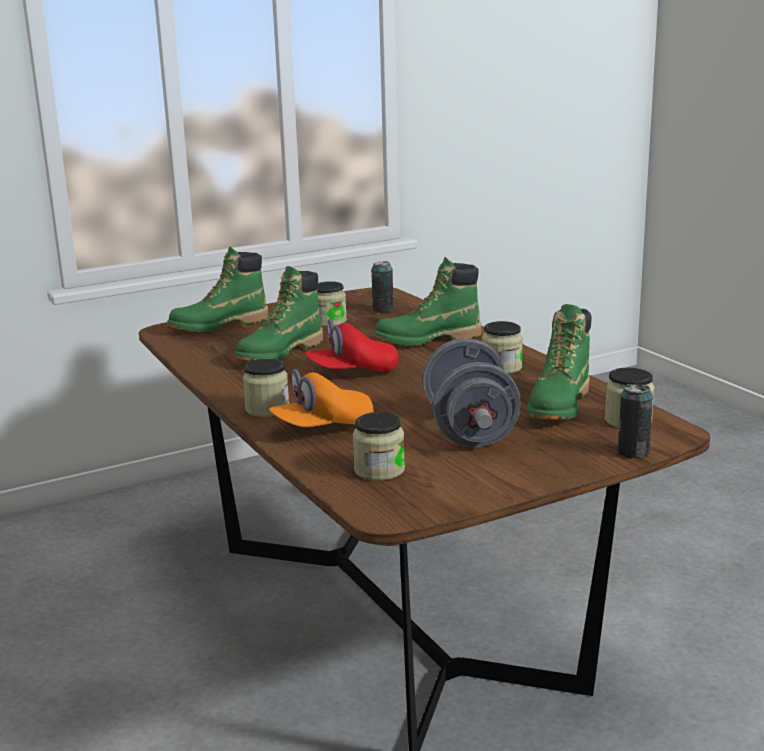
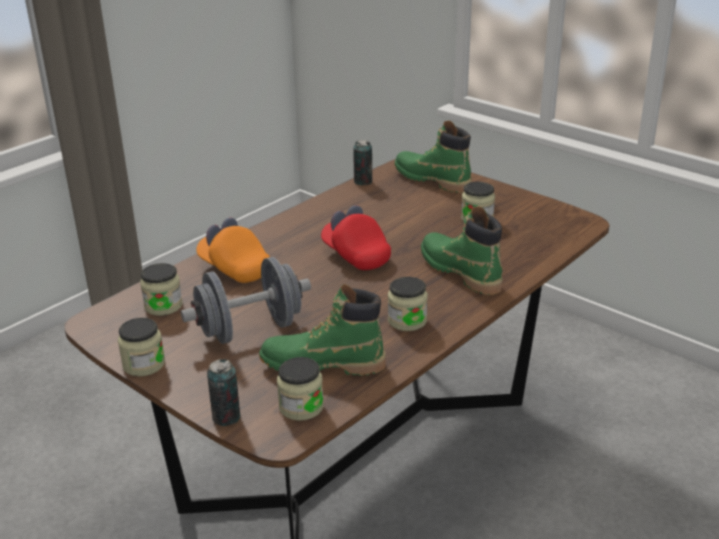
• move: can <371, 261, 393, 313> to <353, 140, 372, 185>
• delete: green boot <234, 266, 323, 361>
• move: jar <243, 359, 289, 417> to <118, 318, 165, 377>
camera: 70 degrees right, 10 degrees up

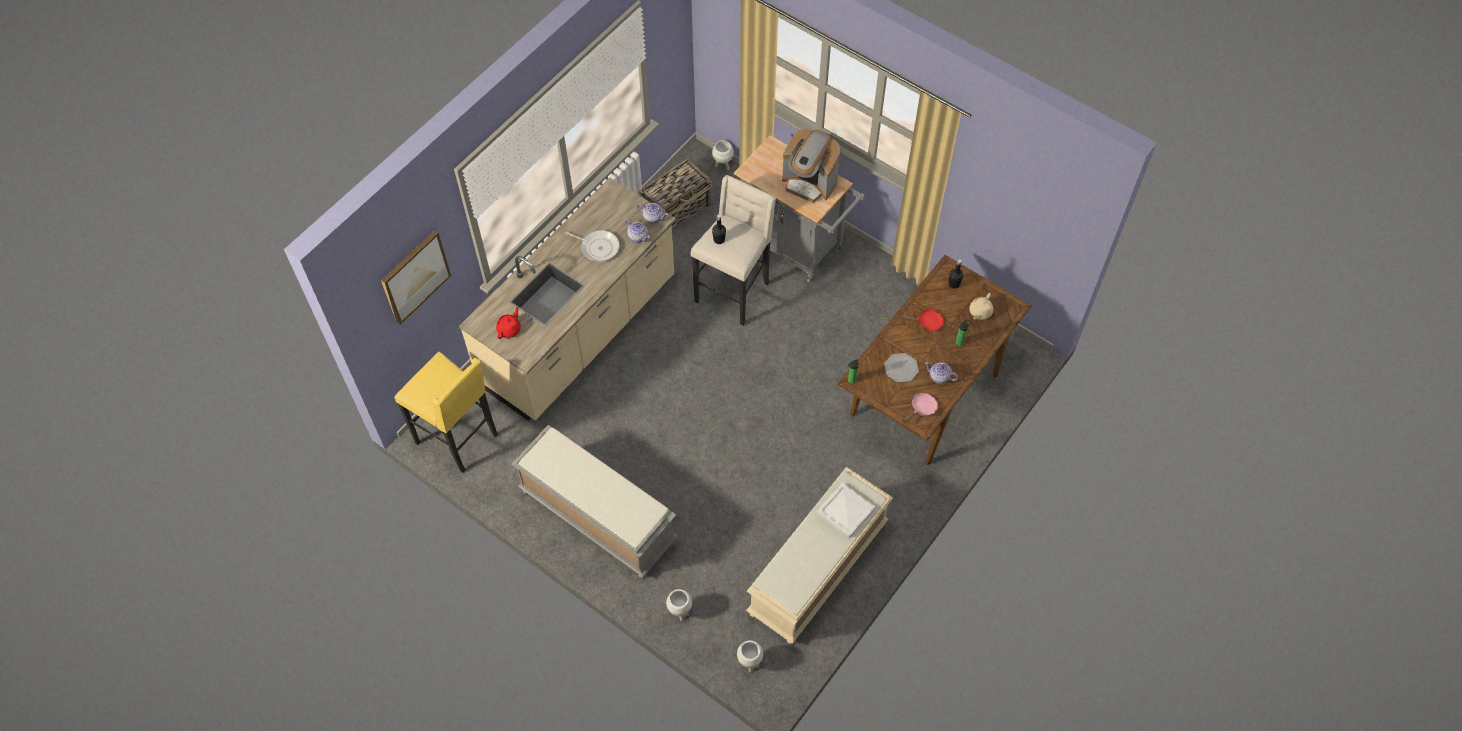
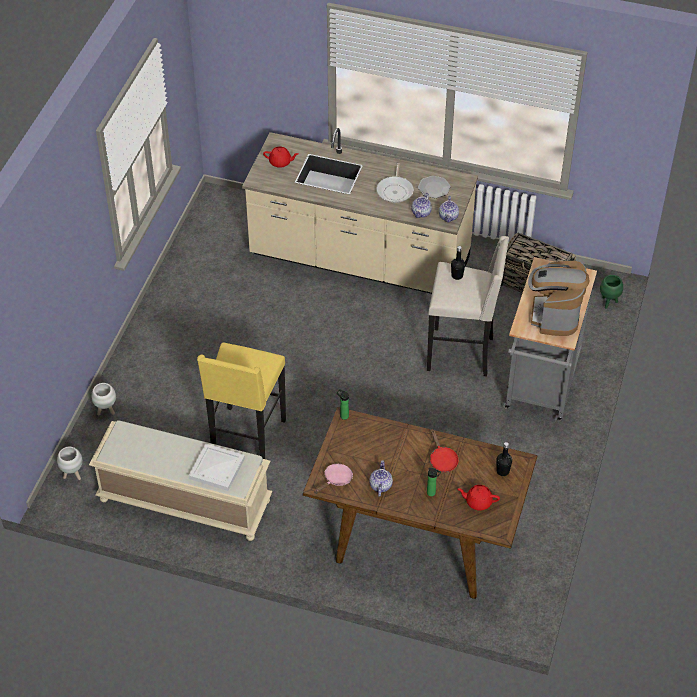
• recolor: white planter <712, 140, 734, 170> to green planter <600, 275, 623, 309>
• delete: picture <381, 230, 451, 325>
• recolor: beige teapot <969, 293, 993, 320> to red teapot <457, 485, 500, 511>
• move: yellow stool <395, 352, 498, 473> to <197, 343, 286, 459>
• move: plate <884, 353, 919, 382> to <418, 176, 451, 198>
• rotate: pink frying pan <902, 393, 938, 423> = <314, 464, 353, 494> 75 degrees counterclockwise
• delete: grey bench <511, 425, 678, 578>
camera: 70 degrees right, 10 degrees down

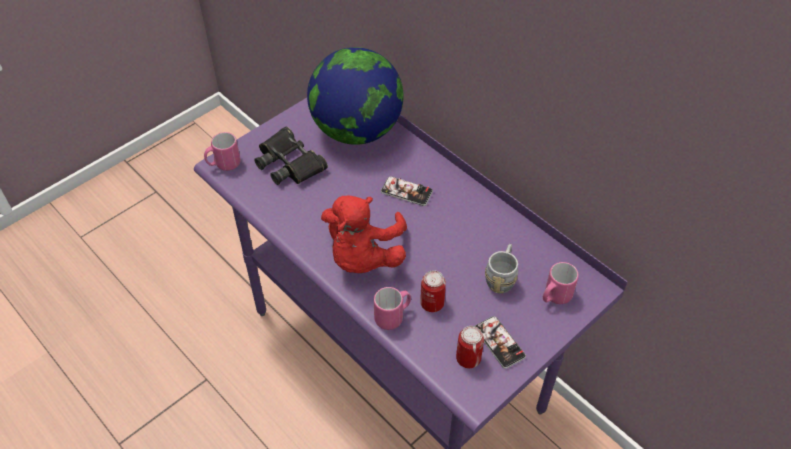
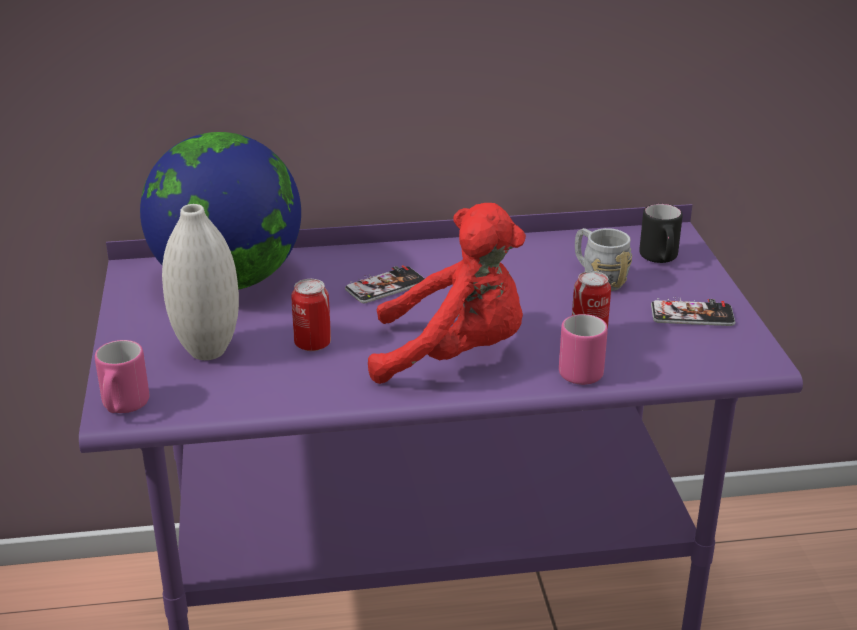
• replace: black binoculars <254, 127, 328, 185> to white vase <162, 204, 239, 360>
• rotate: red plush toy <321, 196, 407, 273> = <368, 203, 526, 384> 45 degrees counterclockwise
• recolor: pink mug <543, 262, 579, 304> to black mug <639, 204, 683, 263>
• move: can <456, 326, 484, 368> to <291, 279, 331, 351>
camera: 55 degrees left, 20 degrees down

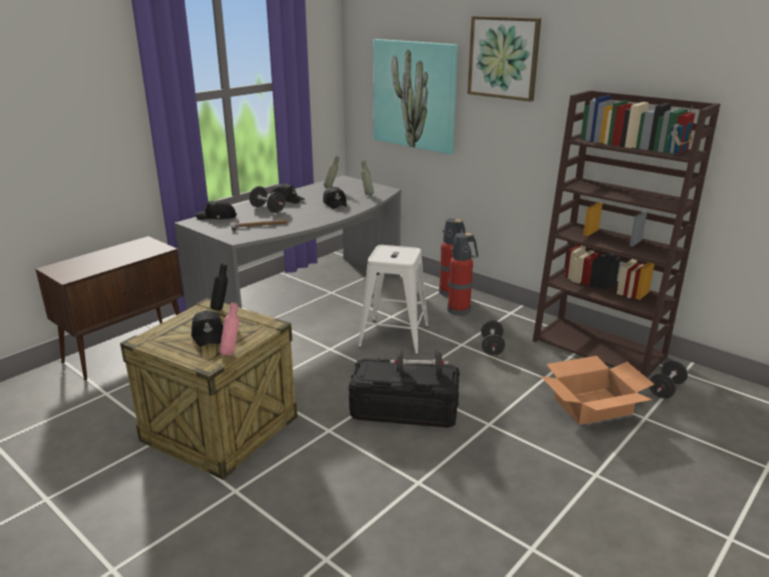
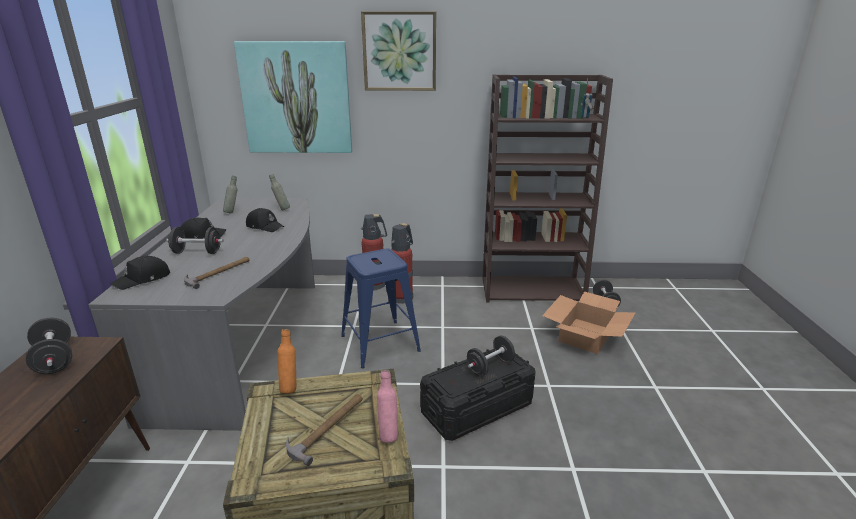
• recolor: white stool <358, 245, 428, 354> to blue stool <341, 249, 421, 368>
• recolor: black bottle <210, 263, 228, 310> to orange bottle <277, 329, 296, 393>
• replace: black cap <191, 310, 223, 347> to hammer <286, 394, 363, 466>
• move: black dumbbell <481, 320, 505, 356> to <26, 318, 72, 374>
camera: 40 degrees left, 0 degrees up

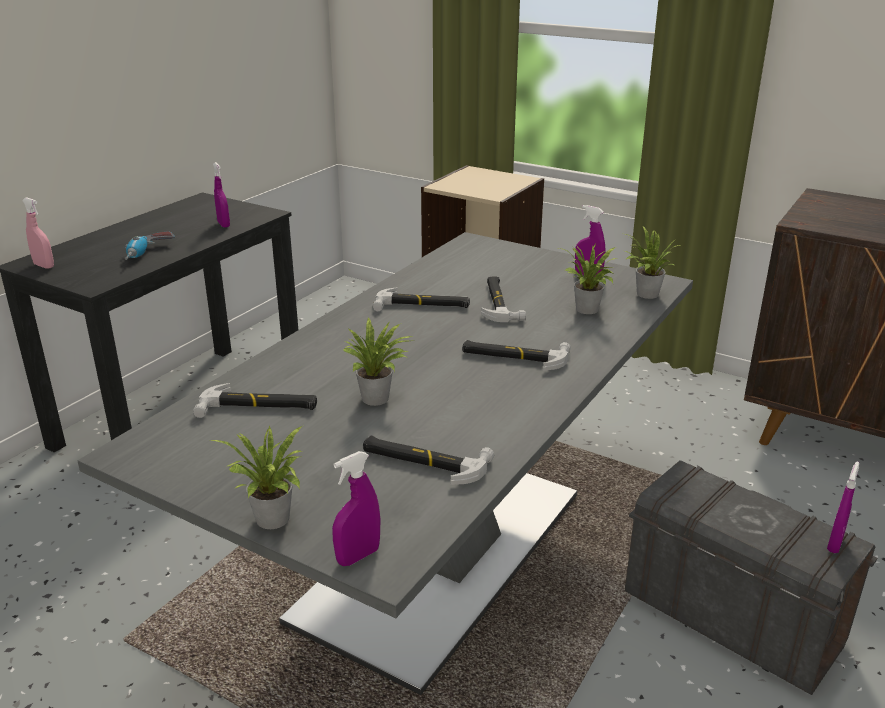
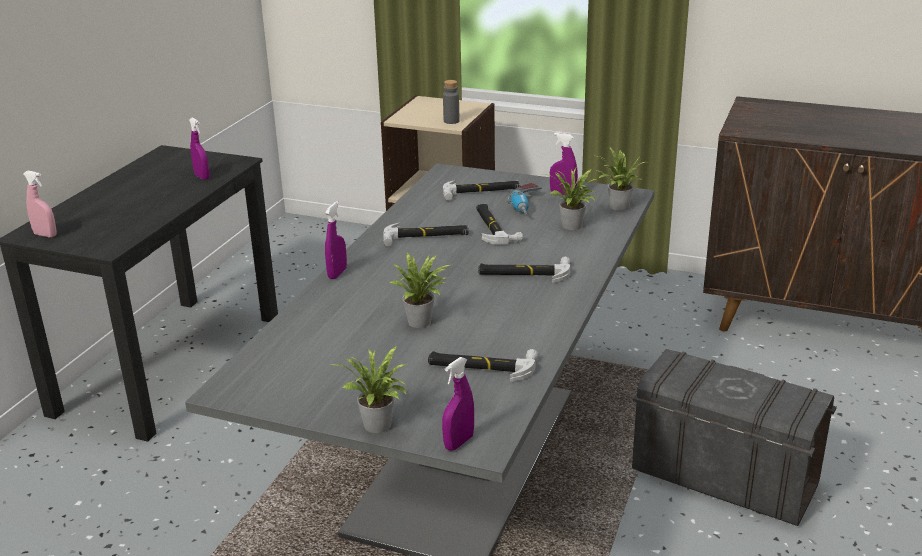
• move: power drill <125, 231, 175, 260> to <507, 183, 542, 215>
• move: hammer <193, 383, 317, 418> to <443, 180, 521, 201>
• move: purple spray bottle <827, 462, 859, 553> to <325, 201, 347, 279>
• insert: grey bottle <443, 80, 459, 124>
camera: 10 degrees left, 0 degrees up

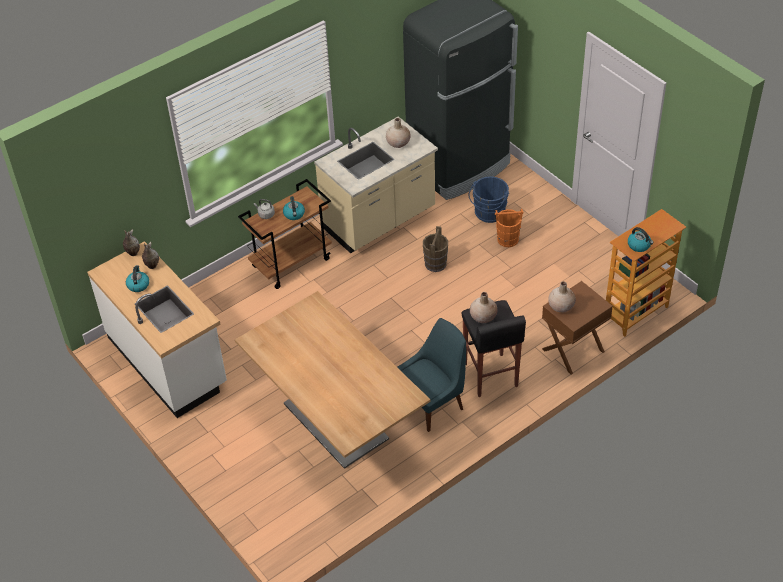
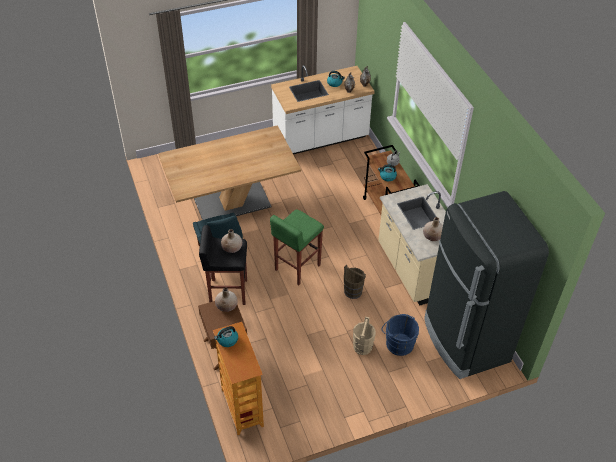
• recolor: orange bucket <495, 209, 524, 247> to beige bucket <353, 317, 376, 355>
• insert: green stool <270, 209, 324, 285>
camera: 105 degrees right, 0 degrees up

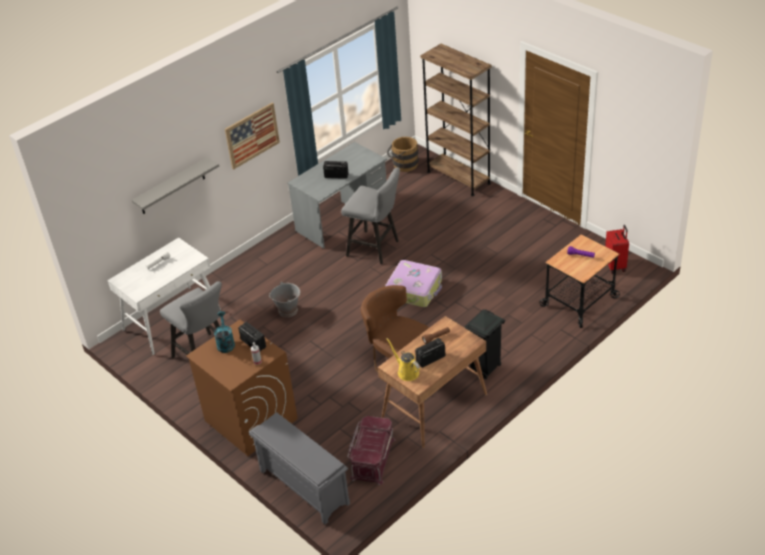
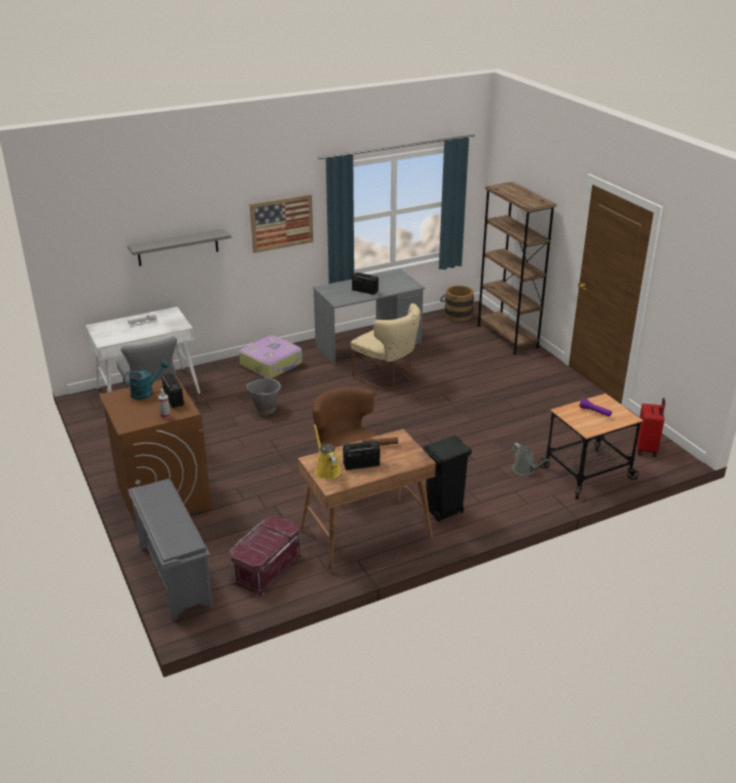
• replace: grey stool <341, 167, 400, 264> to beige chair <351, 303, 421, 389>
• move: suitcase <385, 260, 442, 307> to <239, 335, 302, 378>
• rotate: turquoise watering can <214, 311, 235, 353> = <123, 360, 169, 400> 45 degrees clockwise
• insert: grey watering can <511, 443, 550, 475>
camera: 15 degrees right, 10 degrees down

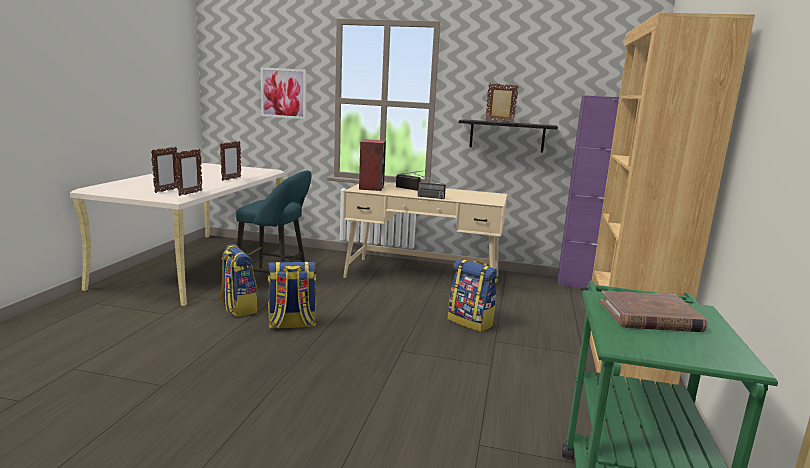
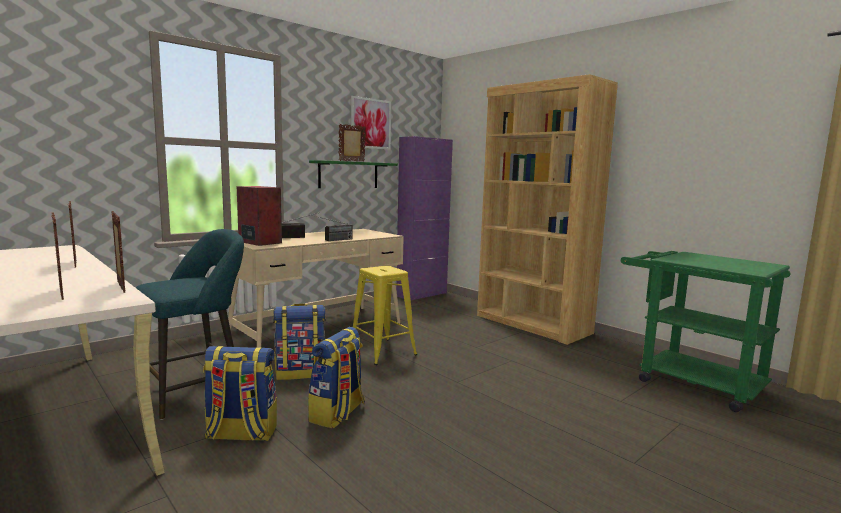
• move: picture <261, 68, 306, 119> to <351, 96, 391, 150>
• recolor: black shelf <459, 119, 558, 152> to green shelf <309, 160, 398, 188>
• move: backpack <448, 259, 498, 332> to <273, 303, 326, 380>
• delete: brown book <600, 291, 707, 332>
• insert: yellow stool <353, 266, 417, 365>
camera: 55 degrees left, 5 degrees down

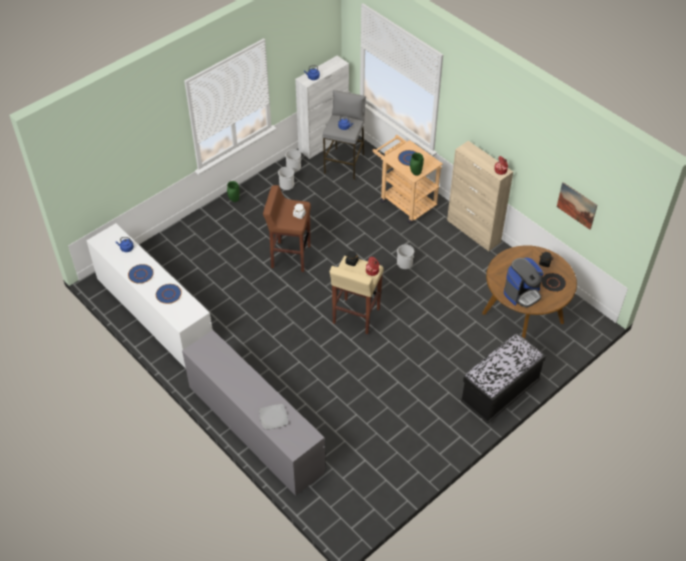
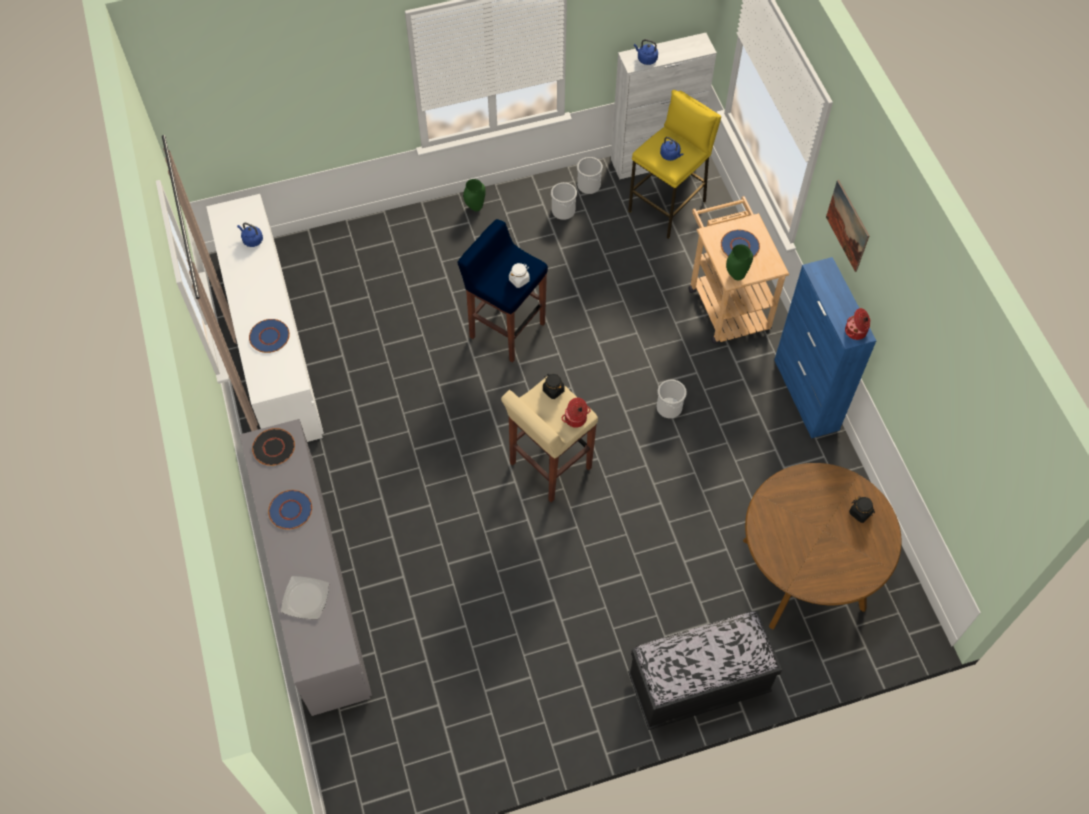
• recolor: grey stool <323, 90, 366, 180> to yellow stool <628, 90, 721, 239>
• recolor: beige cabinet <447, 141, 513, 251> to blue cabinet <774, 257, 876, 438>
• move: picture <557, 182, 597, 230> to <826, 180, 869, 272>
• recolor: brown stool <263, 185, 311, 272> to blue stool <458, 219, 548, 363>
• delete: coffee machine <504, 258, 544, 308>
• move: blue plate <128, 264, 154, 284> to <268, 490, 312, 529>
• move: black plate <541, 273, 566, 292> to <252, 428, 295, 466>
camera: 25 degrees right, 10 degrees up

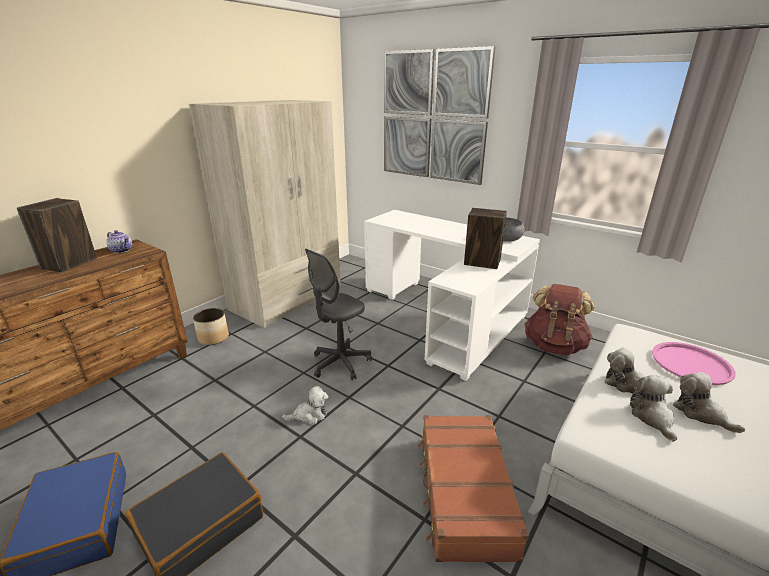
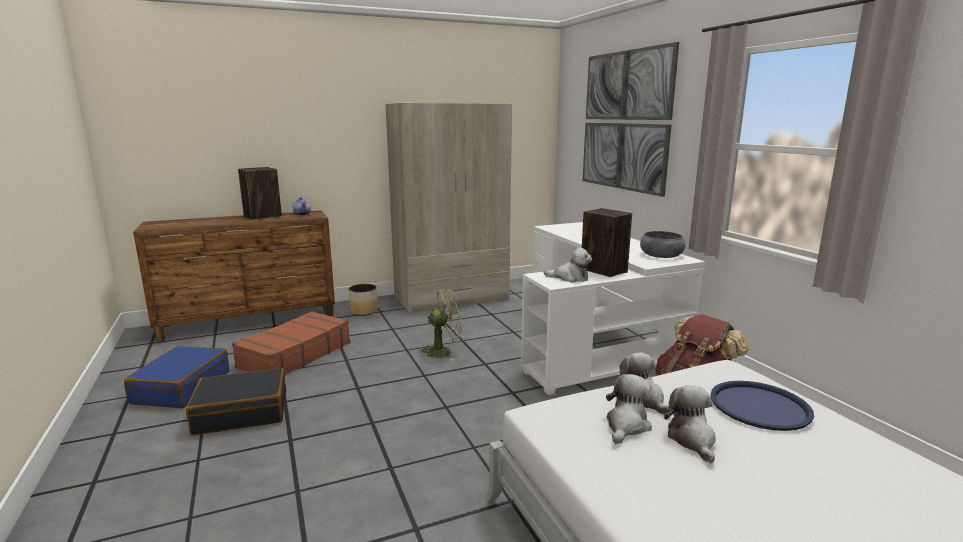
• replace: grey office chair <305, 249, 372, 380> to green fan <418, 289, 464, 361>
• recolor: pink tray <652, 342, 736, 385> to blue tray <711, 381, 814, 431>
• move: plush toy <282, 386, 328, 425> to <543, 248, 592, 282>
• move: brown suitcase <418, 415, 529, 562> to <232, 311, 350, 375>
camera: 30 degrees right, 10 degrees down

